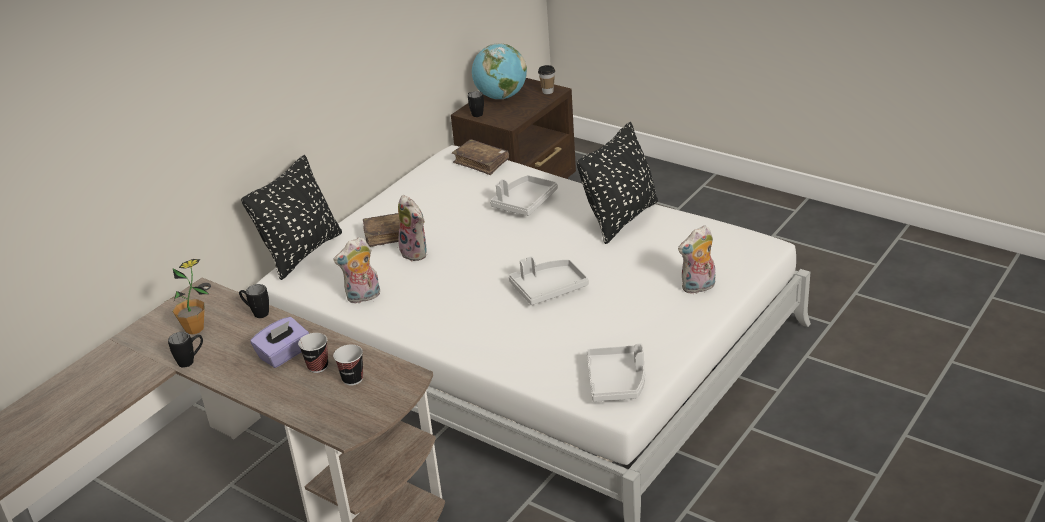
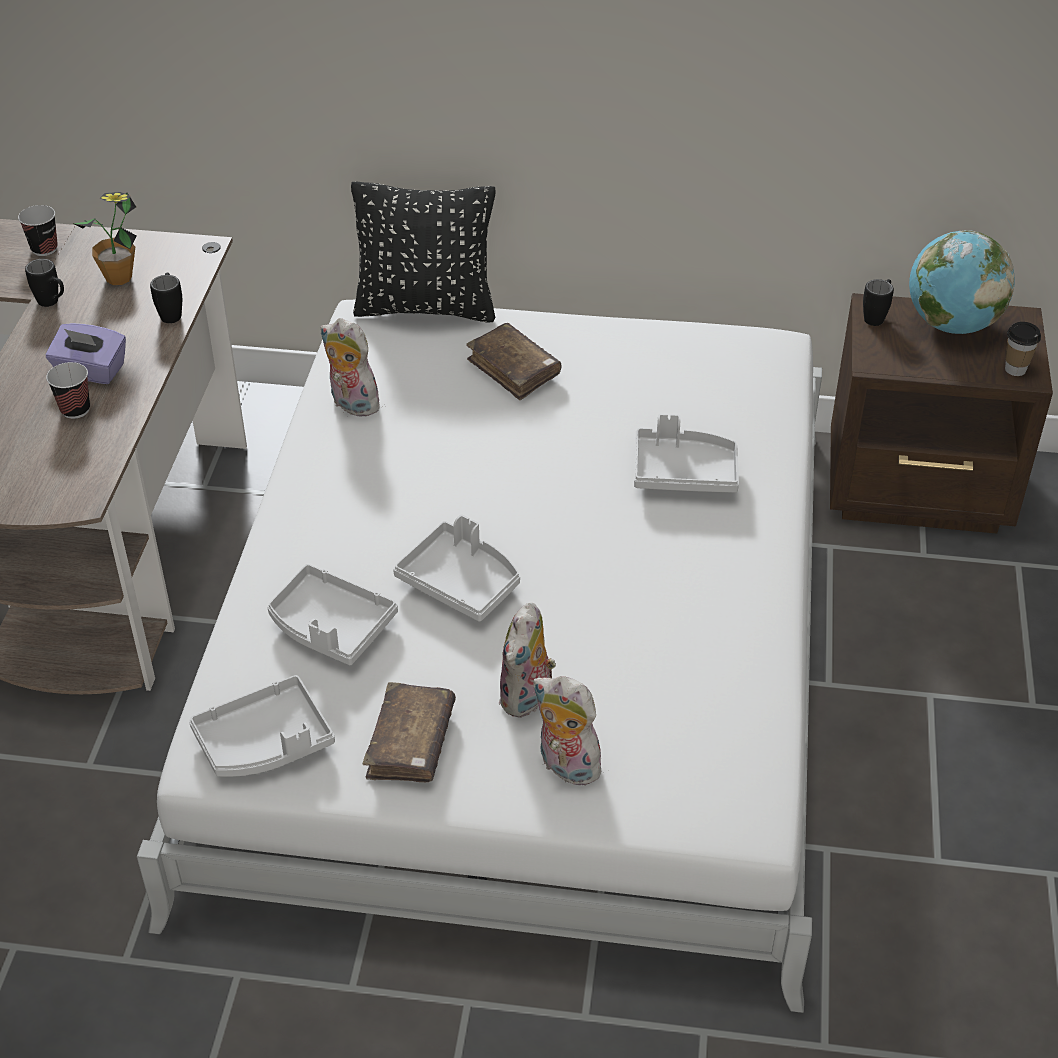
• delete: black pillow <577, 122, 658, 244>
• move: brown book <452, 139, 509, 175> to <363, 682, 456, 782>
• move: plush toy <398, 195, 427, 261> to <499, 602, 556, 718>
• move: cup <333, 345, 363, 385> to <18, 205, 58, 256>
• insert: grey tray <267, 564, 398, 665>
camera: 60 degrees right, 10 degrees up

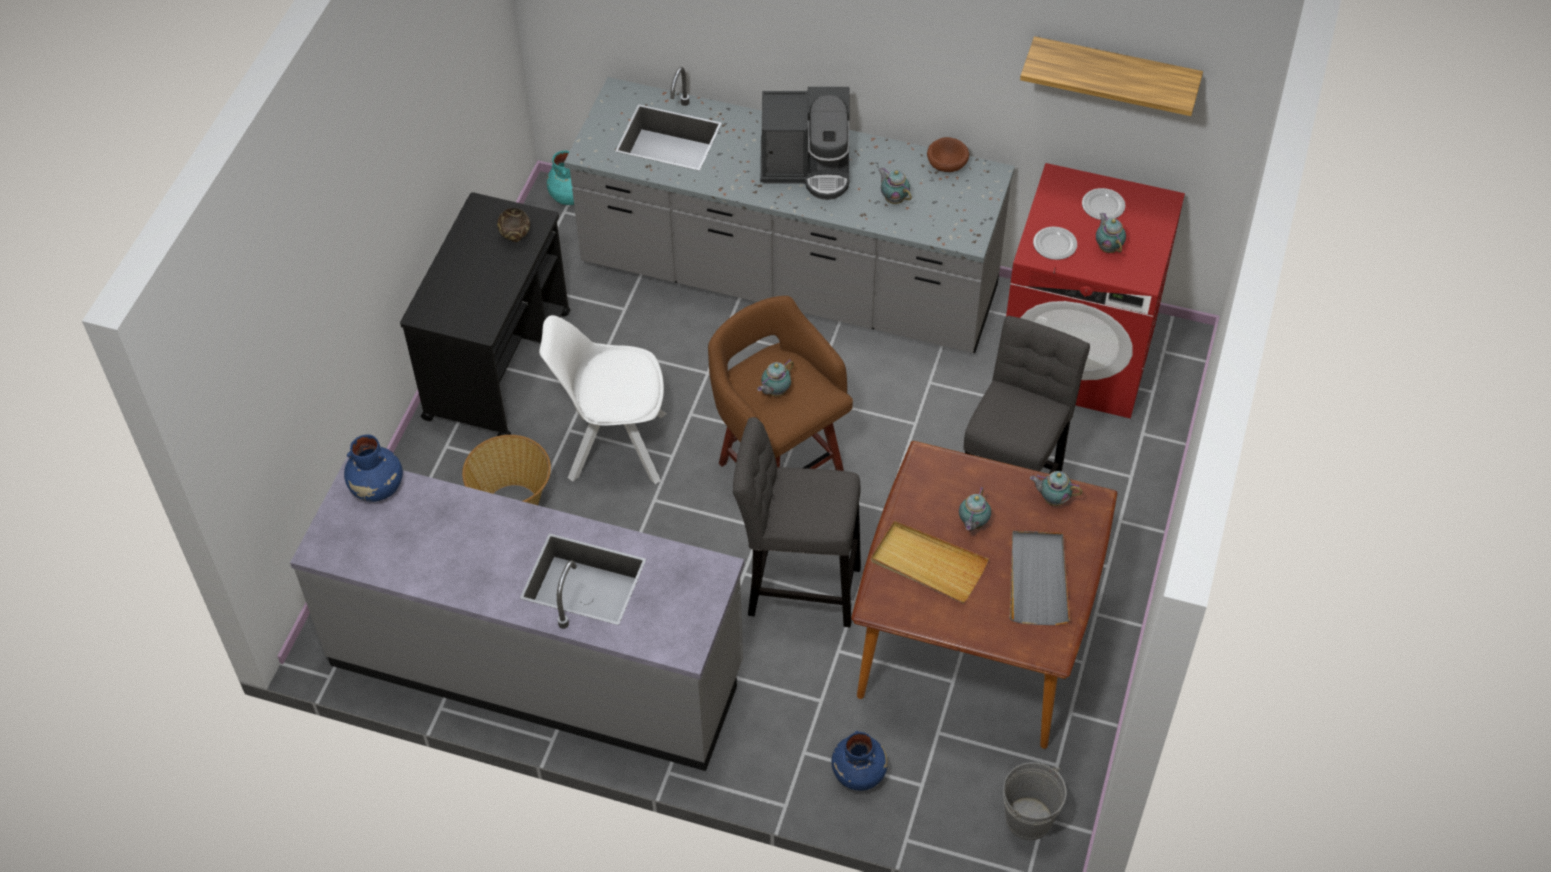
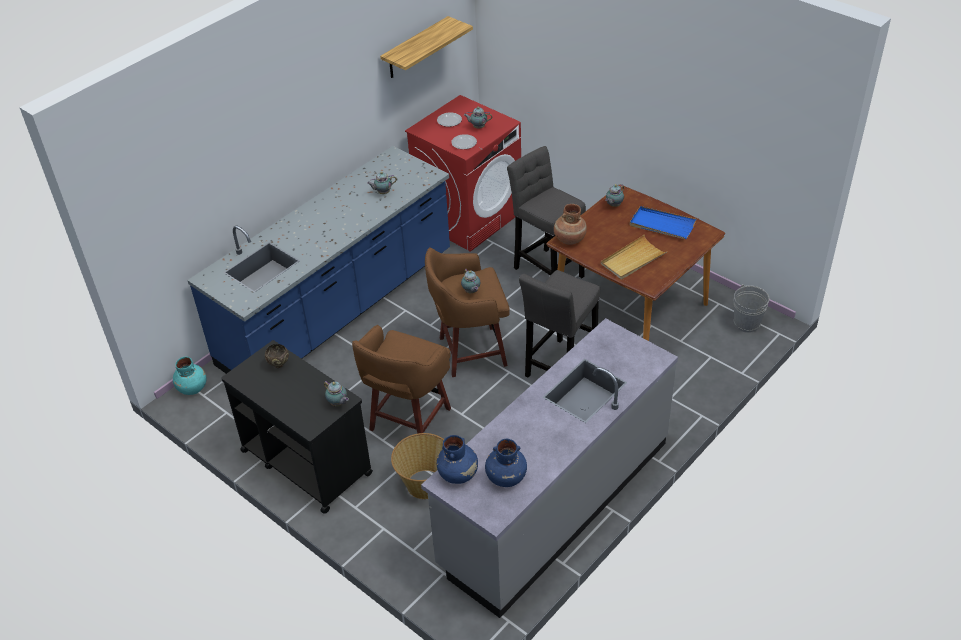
• recolor: grey counter <564, 67, 1015, 353> to blue counter <187, 146, 450, 374>
• delete: coffee machine <760, 87, 850, 200>
• delete: brown bowl <927, 137, 969, 172>
• replace: white chair <539, 315, 667, 484> to brown stool <352, 325, 451, 434>
• move: teapot <959, 487, 991, 530> to <324, 381, 349, 407>
• recolor: grey tray <1010, 531, 1070, 625> to blue tray <630, 206, 696, 239>
• move: blue vase <832, 731, 888, 791> to <485, 439, 527, 487>
• insert: brown vase <554, 204, 587, 245>
camera: 65 degrees left, 10 degrees down

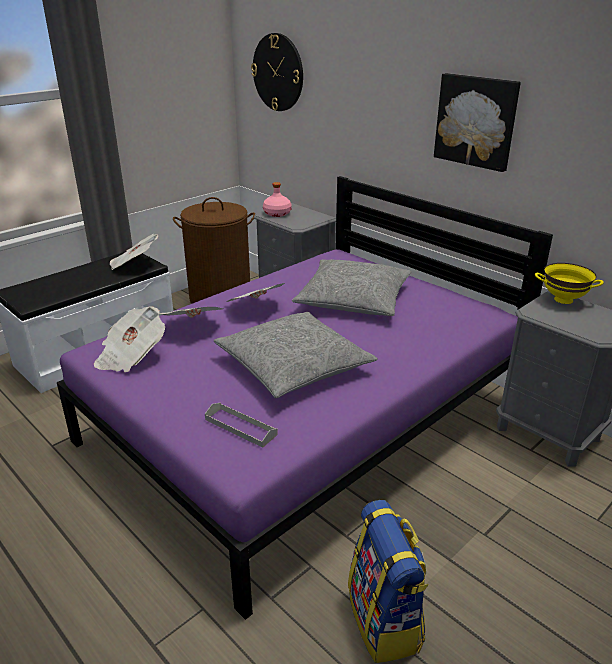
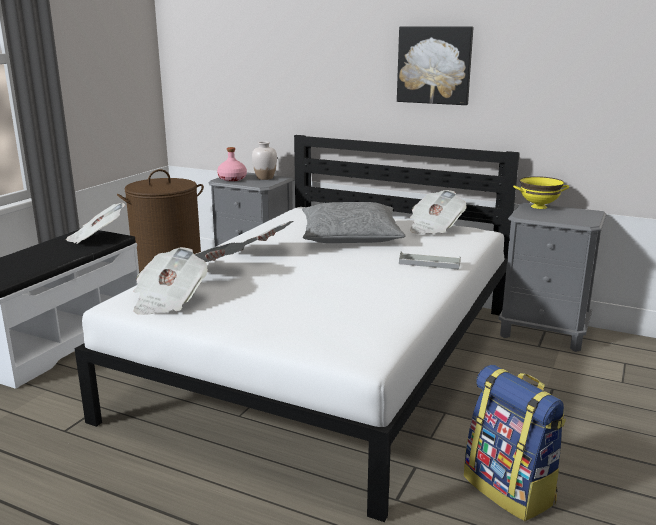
• delete: wall clock <251, 33, 303, 111>
• recolor: purple bed <57, 176, 553, 620> to white bed <75, 135, 520, 522>
• delete: grey pillow <214, 312, 378, 398>
• move: grey tray <205, 403, 278, 448> to <399, 252, 461, 270>
• insert: white vase <252, 142, 277, 180>
• insert: newspaper <410, 190, 466, 234>
camera: 20 degrees left, 10 degrees down

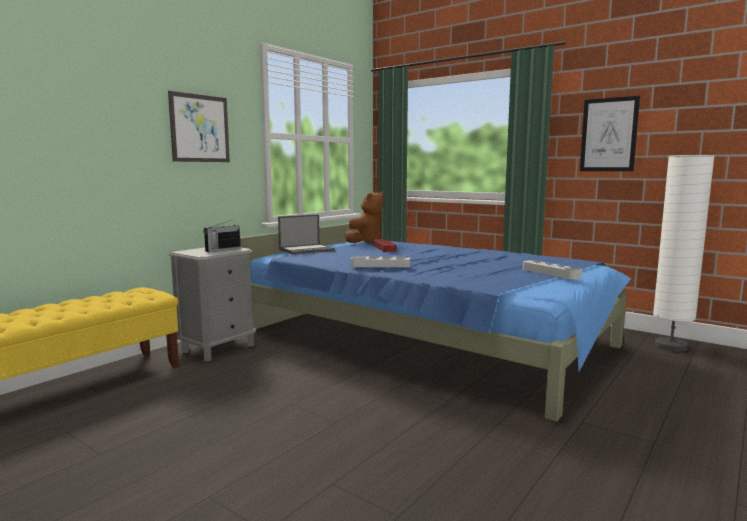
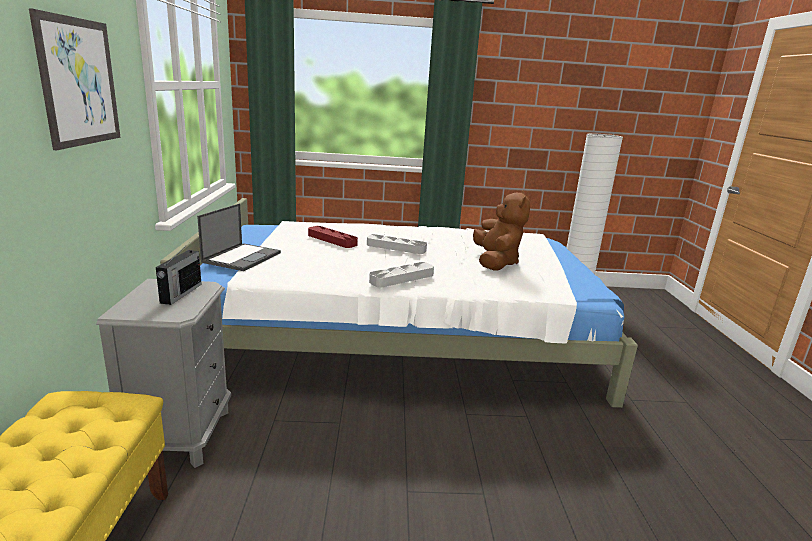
• delete: picture <580, 96, 640, 171>
• move: brown plush toy <345, 192, 384, 243> to <473, 190, 530, 270>
• recolor: blue bed <240, 223, 631, 422> to white bed <160, 198, 638, 408>
• move: grey tray <523, 260, 582, 279> to <367, 234, 427, 254>
camera: 40 degrees left, 10 degrees up

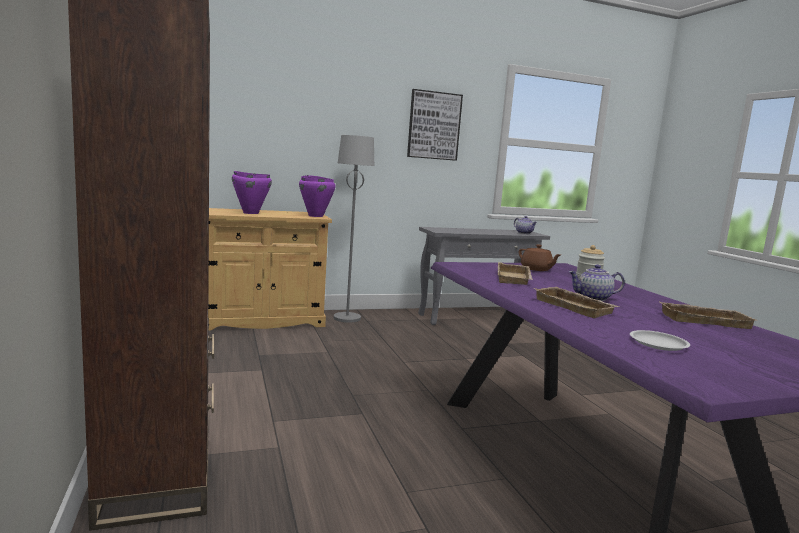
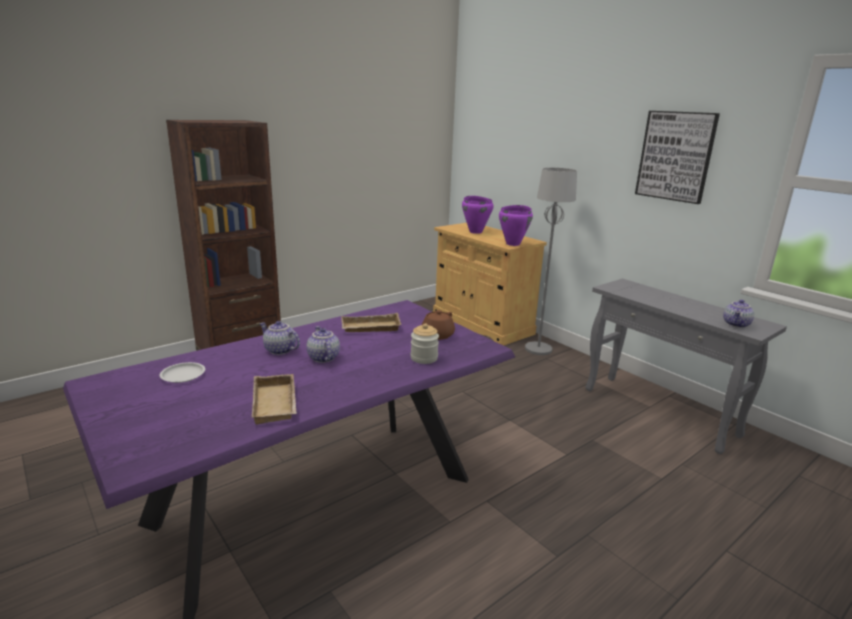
• replace: beige tray <533, 287, 619, 318> to teapot <259, 321, 300, 355>
camera: 70 degrees right, 10 degrees up

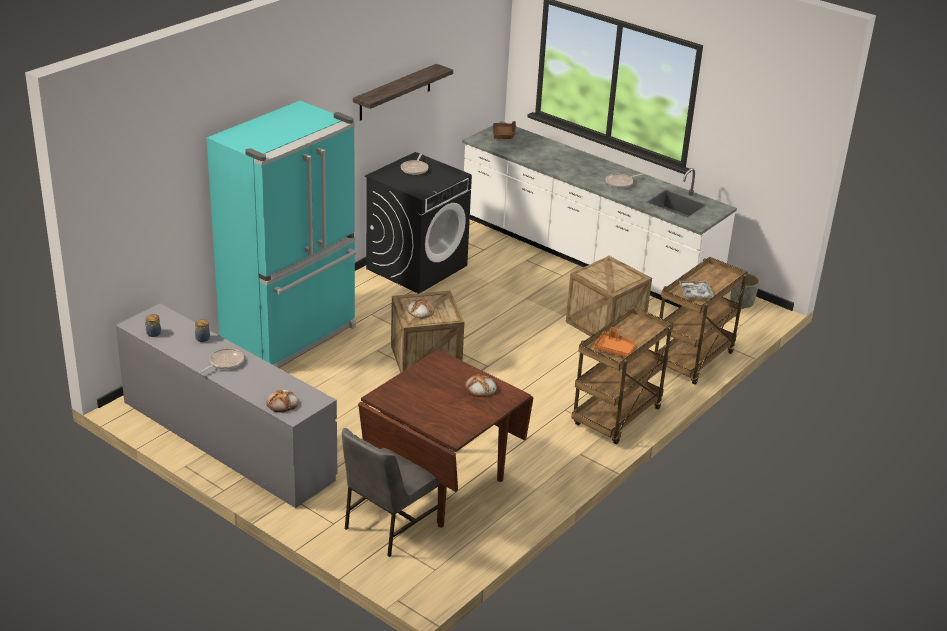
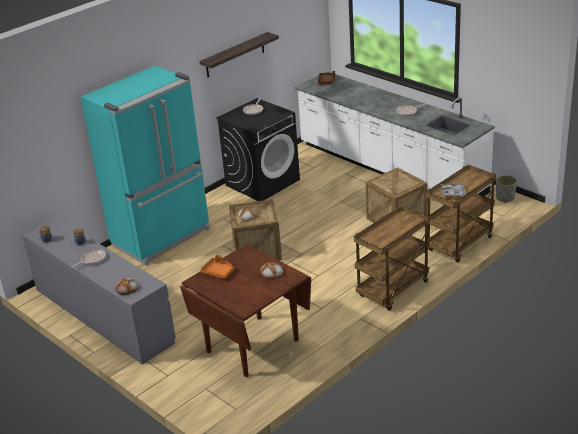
• move: orange tray <594, 327, 636, 357> to <200, 255, 234, 279>
• delete: grey chair <342, 428, 439, 557>
camera: 10 degrees right, 0 degrees up

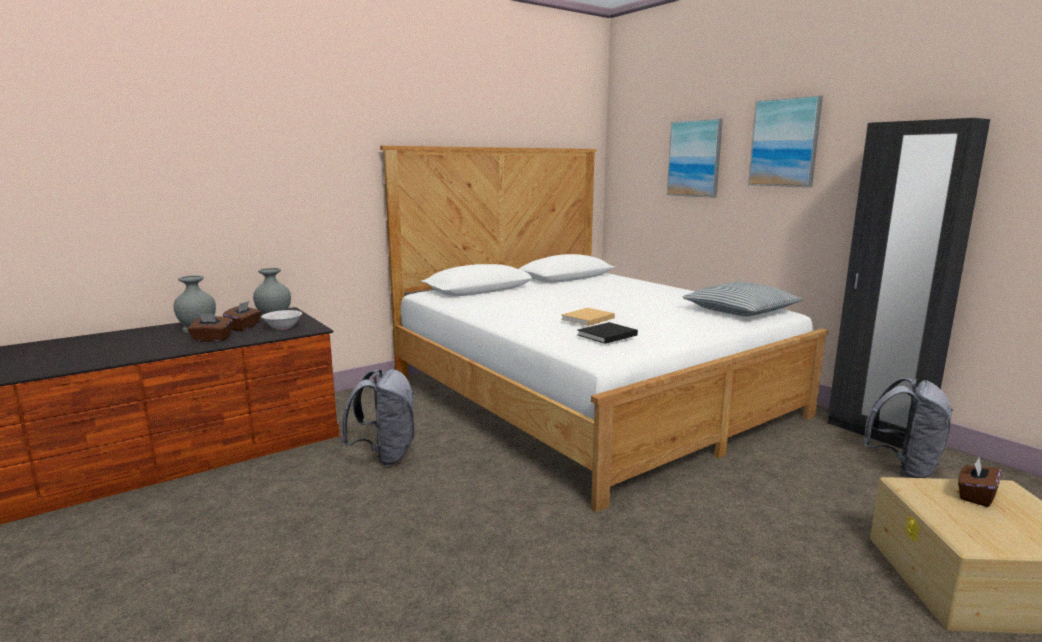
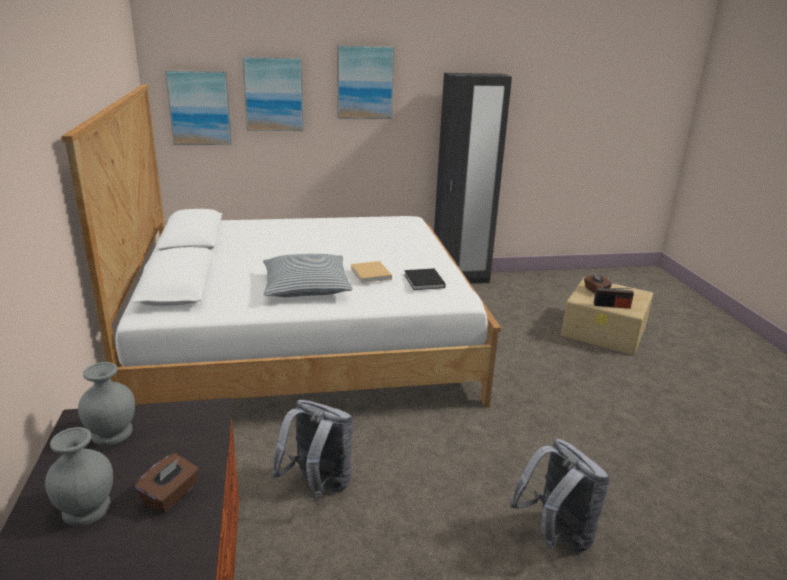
• move: pillow <682, 282, 803, 316> to <263, 254, 352, 297>
• delete: brown tissue box <223, 301, 261, 331>
• delete: white bowl <262, 310, 302, 330>
• move: grey backpack <863, 378, 953, 478> to <510, 438, 610, 552>
• insert: picture <165, 70, 232, 145>
• insert: radio <594, 288, 634, 309>
camera: 65 degrees left, 10 degrees up

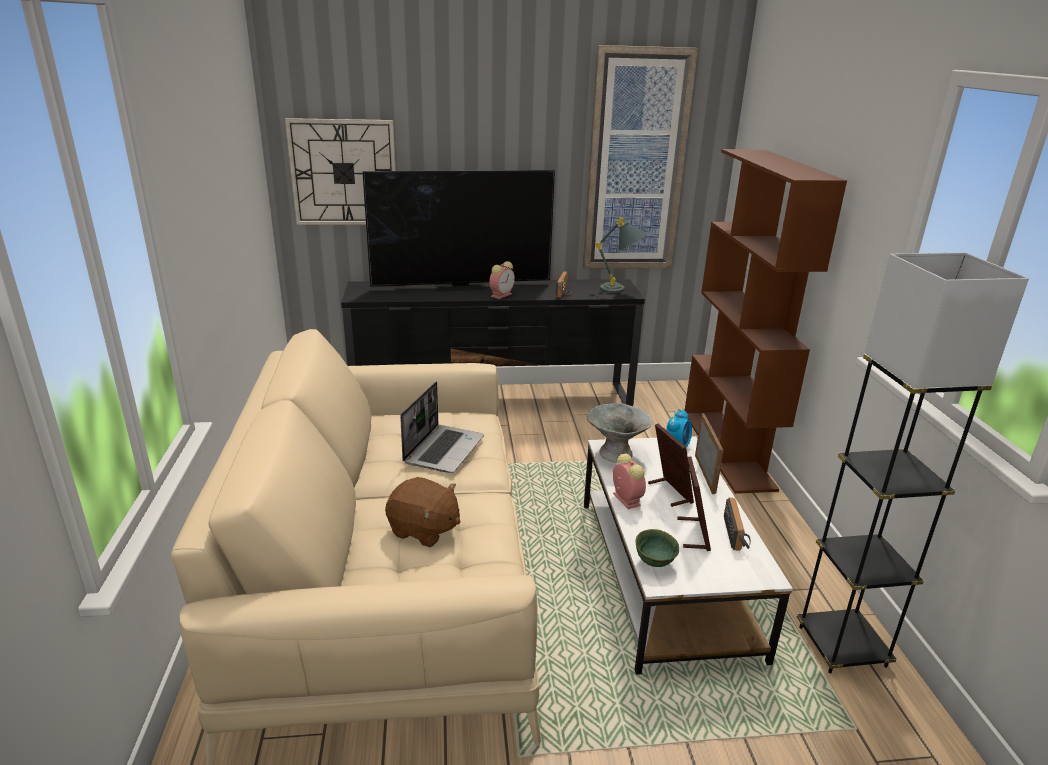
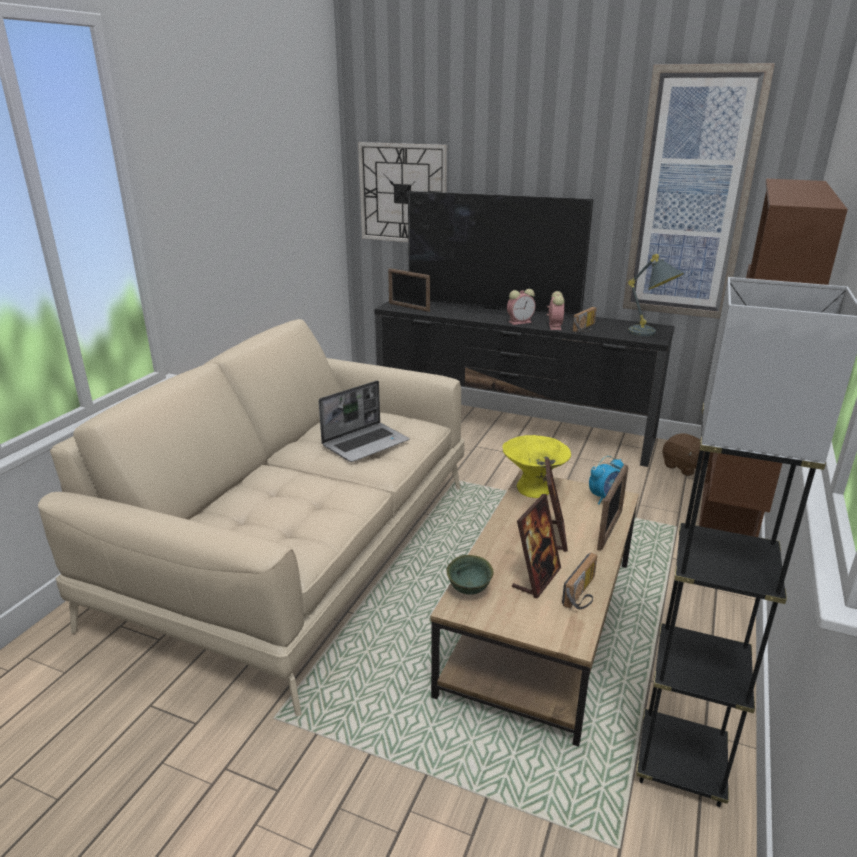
• recolor: grey bowl <587, 403, 652, 463> to yellow bowl <502, 435, 571, 498>
• recolor: white coffee table <584, 436, 793, 675> to brown coffee table <430, 470, 639, 747>
• move: alarm clock <613, 454, 646, 509> to <547, 291, 565, 330>
• move: brown plush toy <385, 477, 460, 547> to <663, 433, 711, 476>
• insert: picture frame <388, 268, 430, 312>
camera: 30 degrees right, 0 degrees up

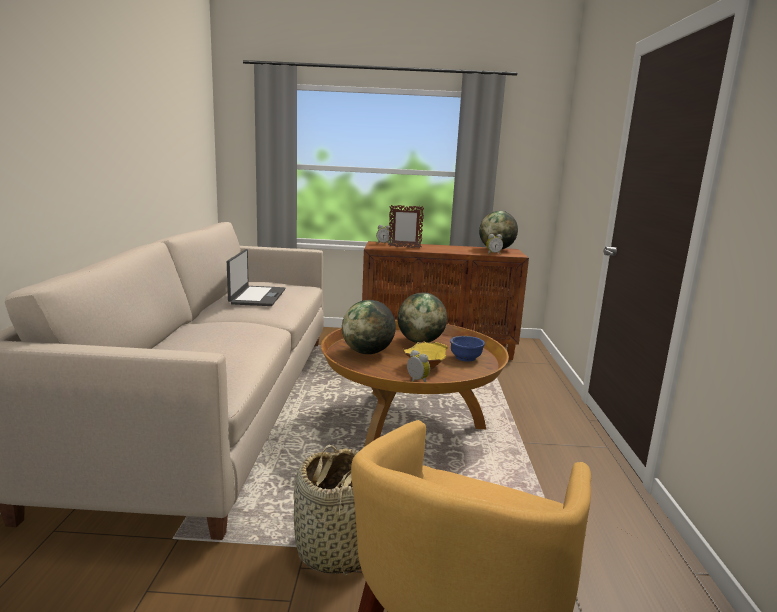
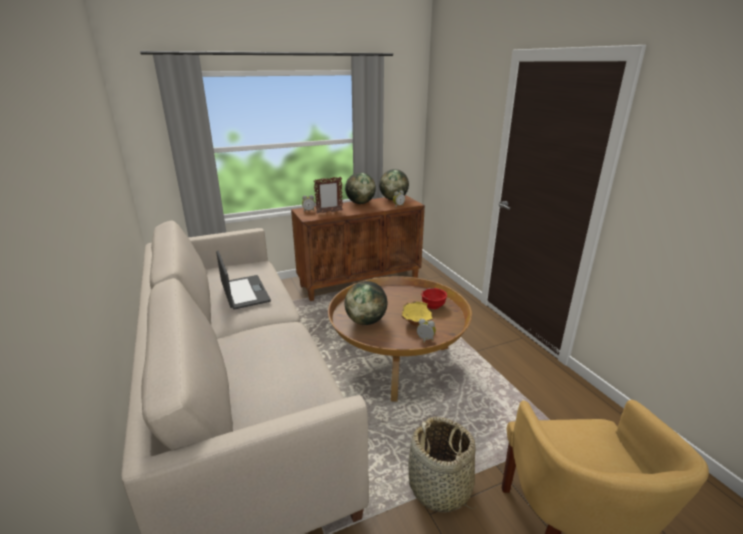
• move: globe <397, 292, 447, 343> to <345, 172, 376, 204>
• recolor: blue bowl <450, 336, 485, 362> to red bowl <421, 288, 447, 309>
camera: 25 degrees left, 10 degrees up

